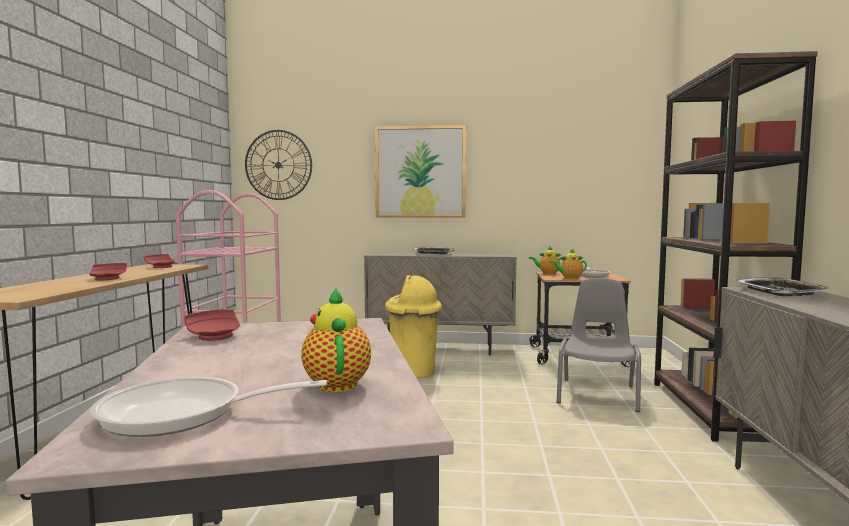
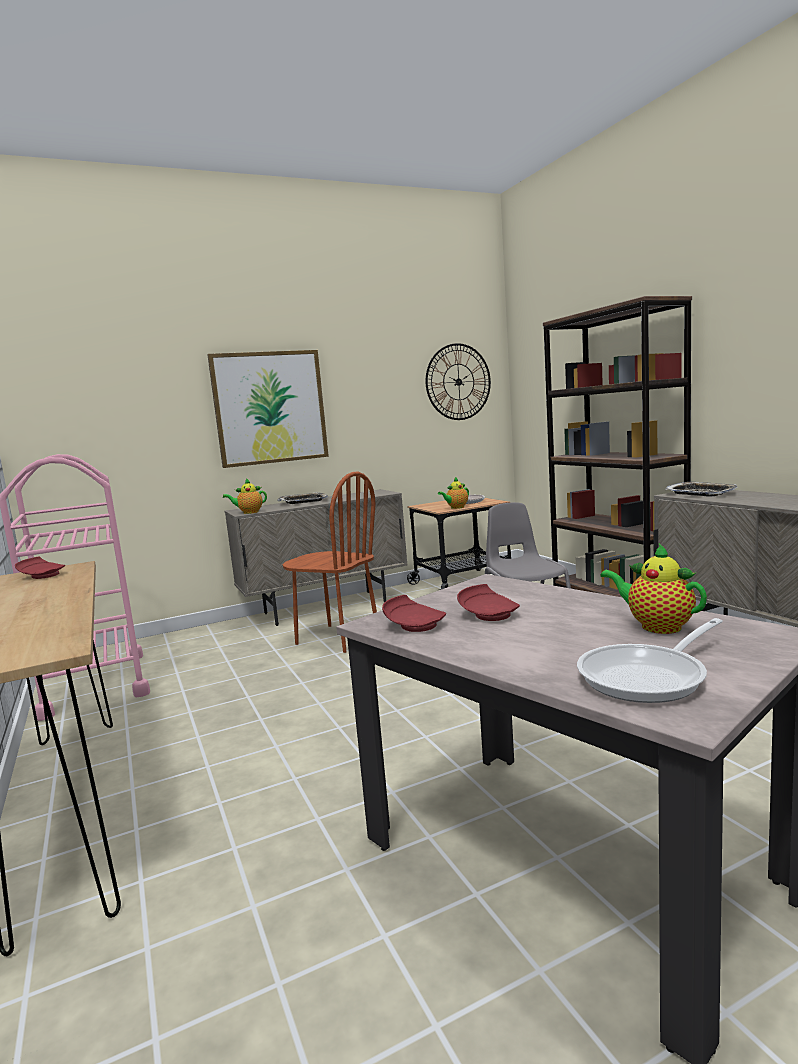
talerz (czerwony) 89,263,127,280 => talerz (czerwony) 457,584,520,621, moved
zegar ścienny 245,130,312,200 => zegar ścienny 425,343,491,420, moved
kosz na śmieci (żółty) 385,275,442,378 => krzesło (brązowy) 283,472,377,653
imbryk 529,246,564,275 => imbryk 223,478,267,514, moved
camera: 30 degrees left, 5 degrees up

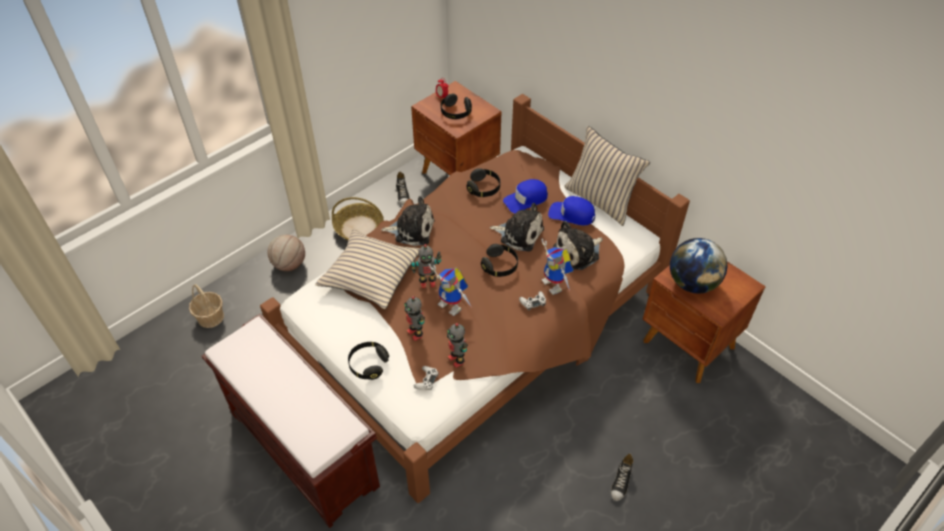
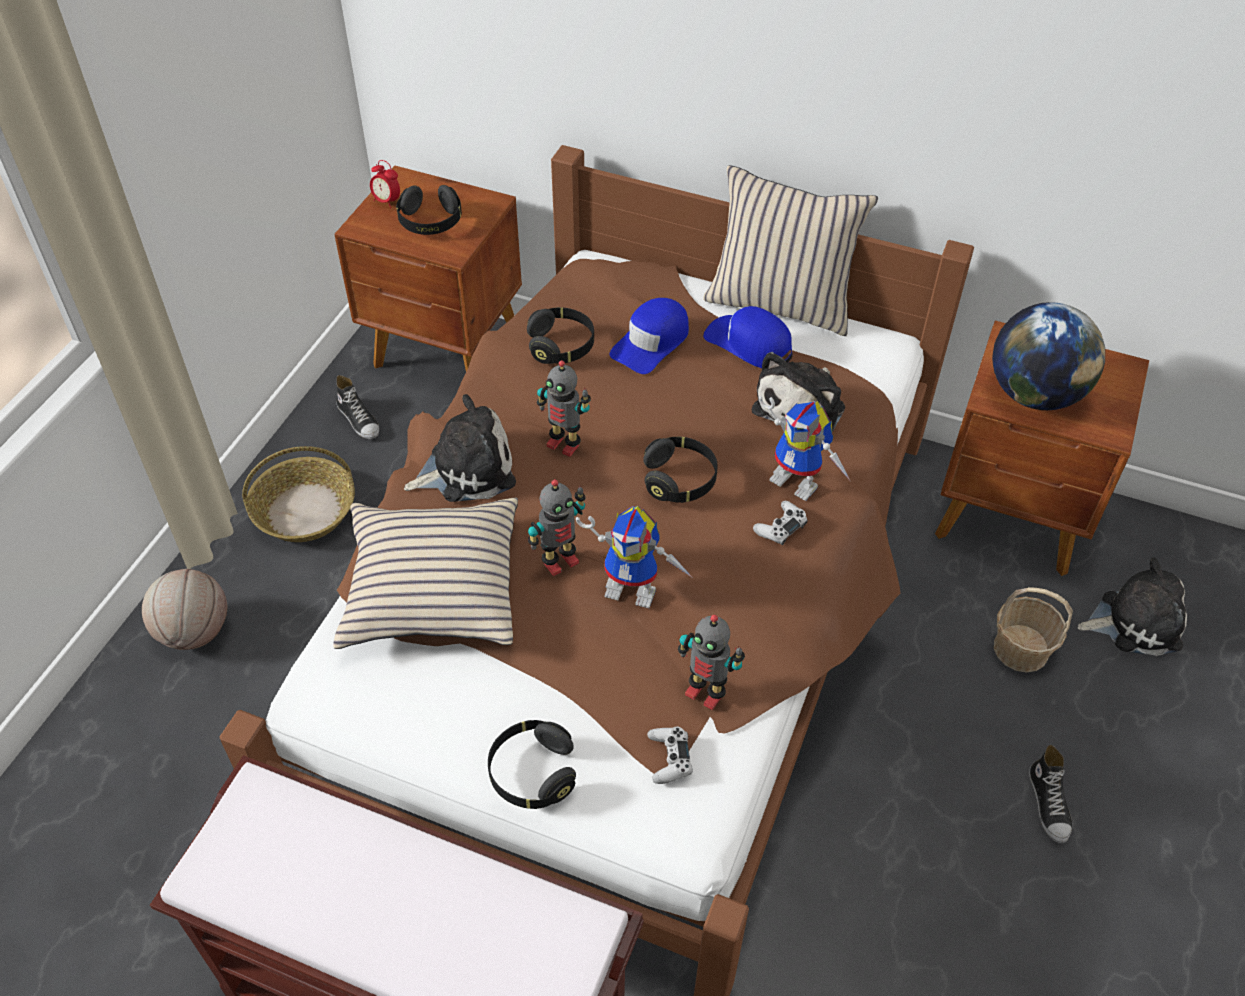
koszyk 189,284,224,328 => koszyk 994,587,1073,673, moved
robot zabawkowy 404,296,425,341 => robot zabawkowy 537,360,591,457, moved
pluszak 490,203,544,252 => pluszak 1077,558,1187,656, moved
czapka z daszkiem (niebieski) 548,196,595,226 => czapka z daszkiem (niebieski) 703,306,792,368, 45 degrees clockwise
camera: 25 degrees left, 0 degrees up

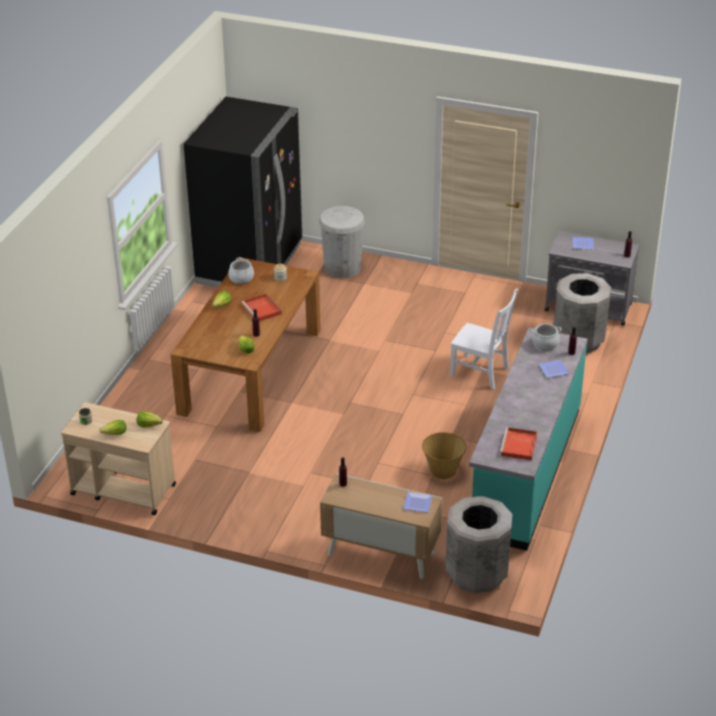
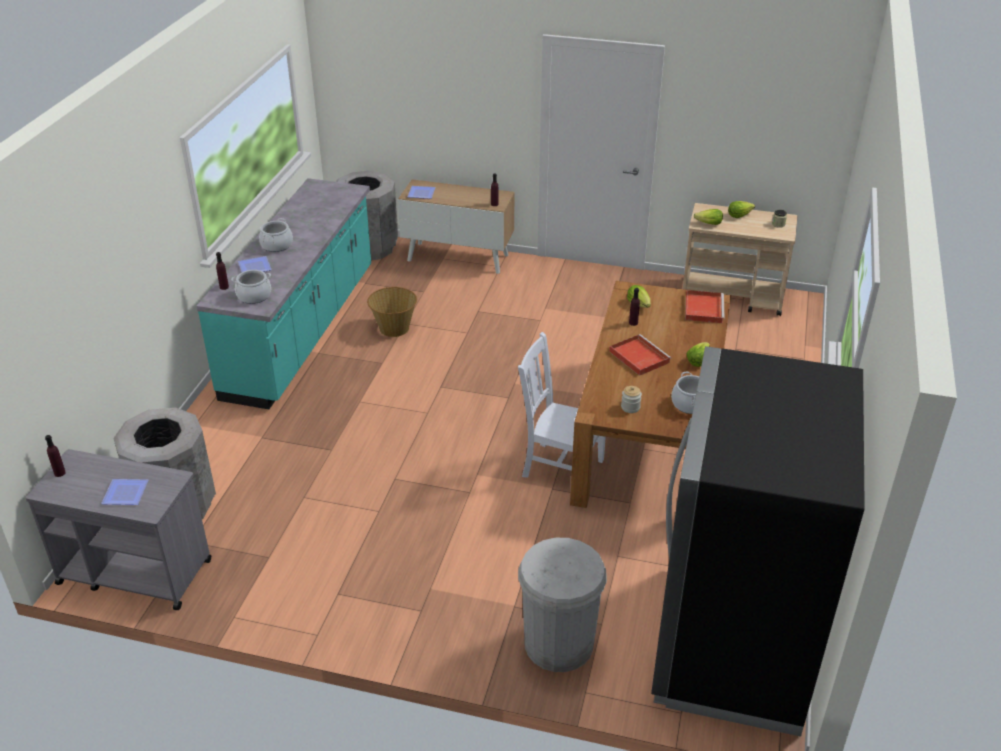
krzesło (biały) 450,289,518,389 => krzesło (biały) 518,332,606,478, moved
taca (czerwony) 500,427,537,461 => taca (czerwony) 685,290,725,323, moved
nothing => garnek 259,218,293,252
camera: 175 degrees right, 0 degrees up

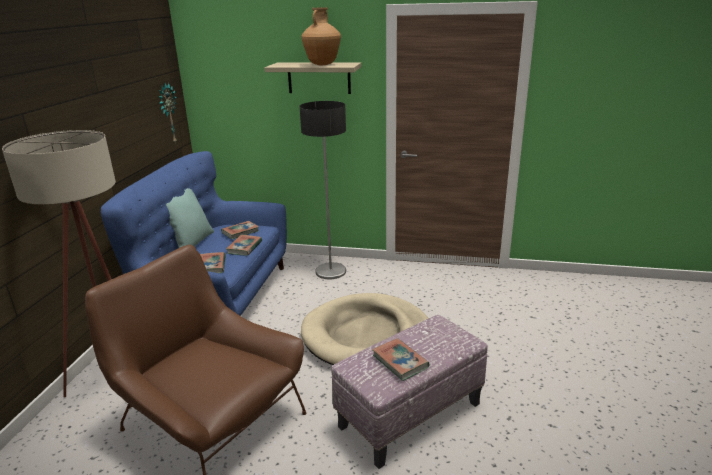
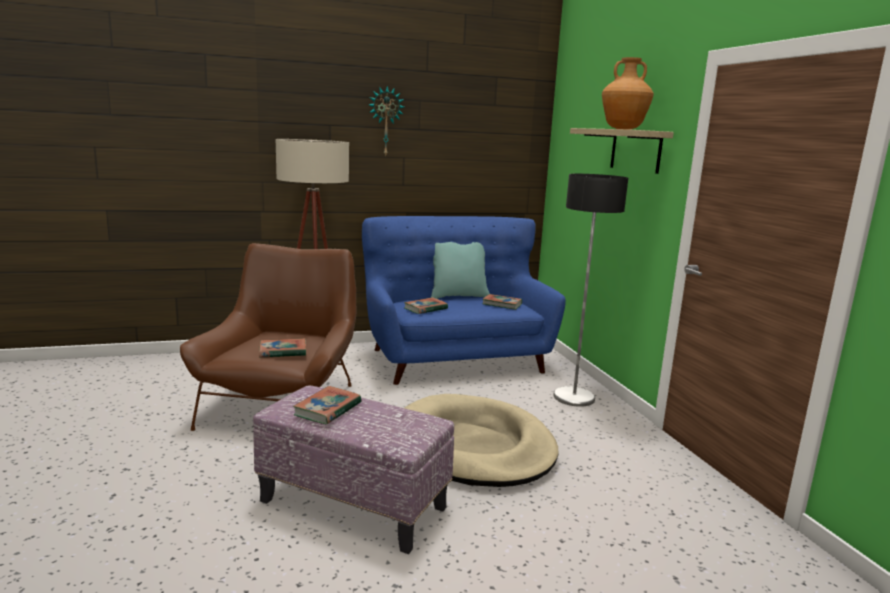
zegar ścienny 158,83,177,144 => zegar ścienny 369,86,404,157, moved
książka 226,235,262,256 => książka 259,338,306,357, moved
camera: 60 degrees right, 10 degrees down

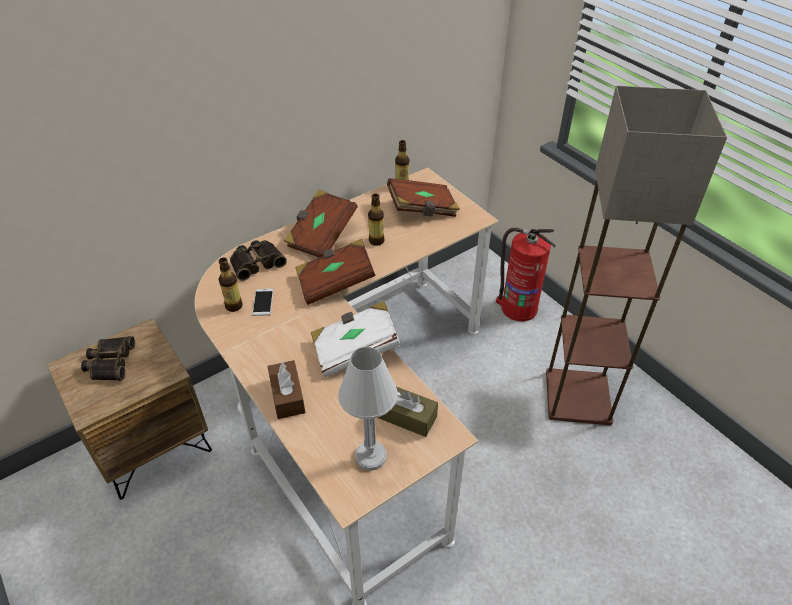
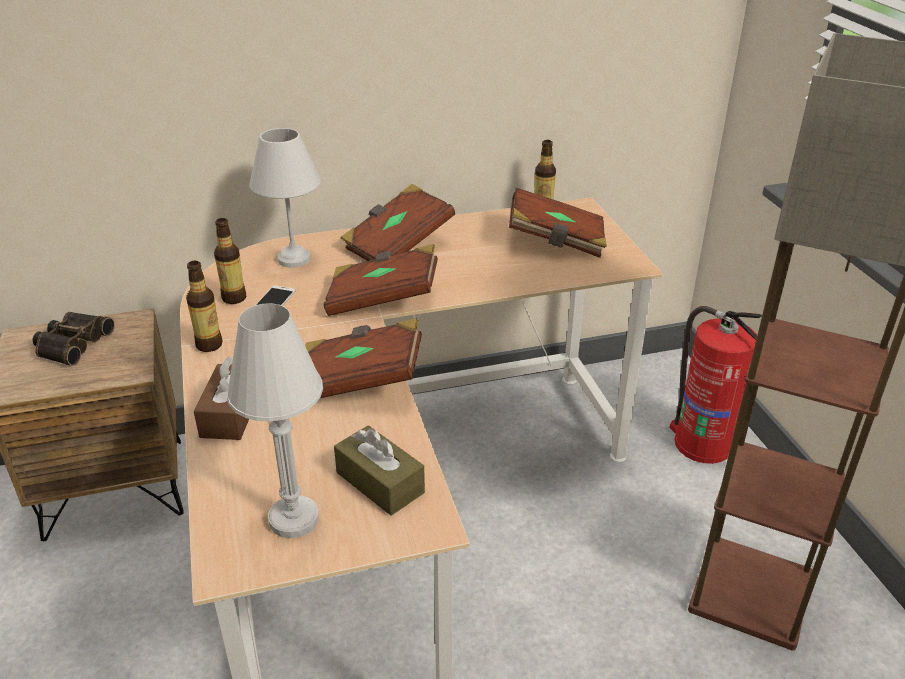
lornetka 230,240,287,281 => lampa stołowa (biały) 249,128,321,267
książka (biały) 311,301,400,377 => książka (brązowy) 305,318,422,398
butelka 368,194,384,246 => butelka 186,261,223,352, moved
camera: 20 degrees right, 10 degrees down

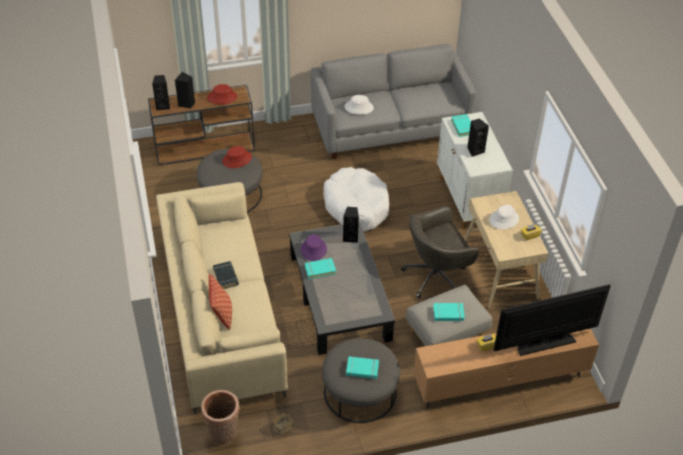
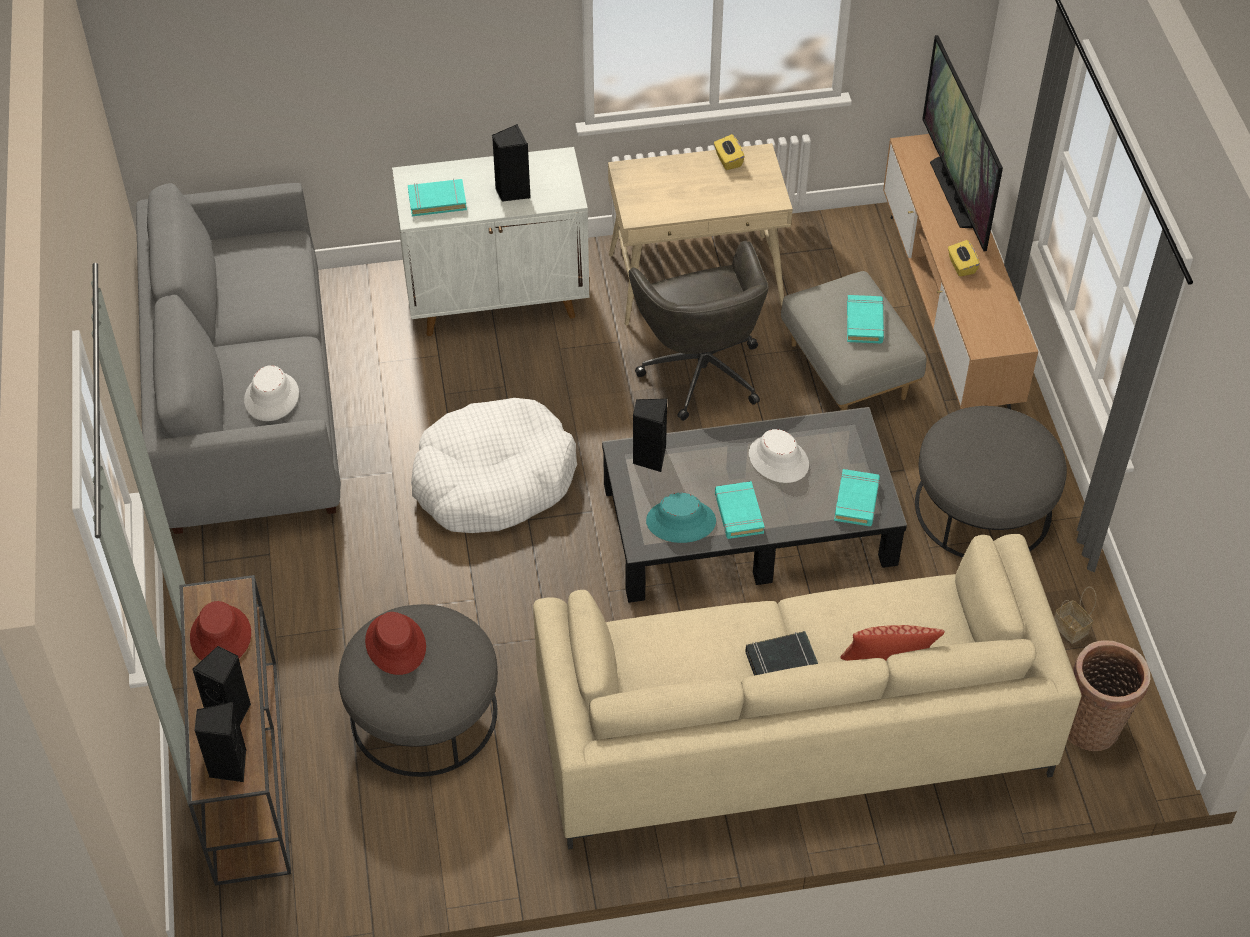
kapelusz (fioletowy) 301,234,327,261 => kapelusz (turkusowy) 646,493,716,543
książka (turkusowy) 346,356,379,379 => książka (turkusowy) 834,469,880,526, moved
kapelusz (biały) 489,205,519,229 => kapelusz (biały) 749,429,809,483, moved
camera: 85 degrees left, 5 degrees up

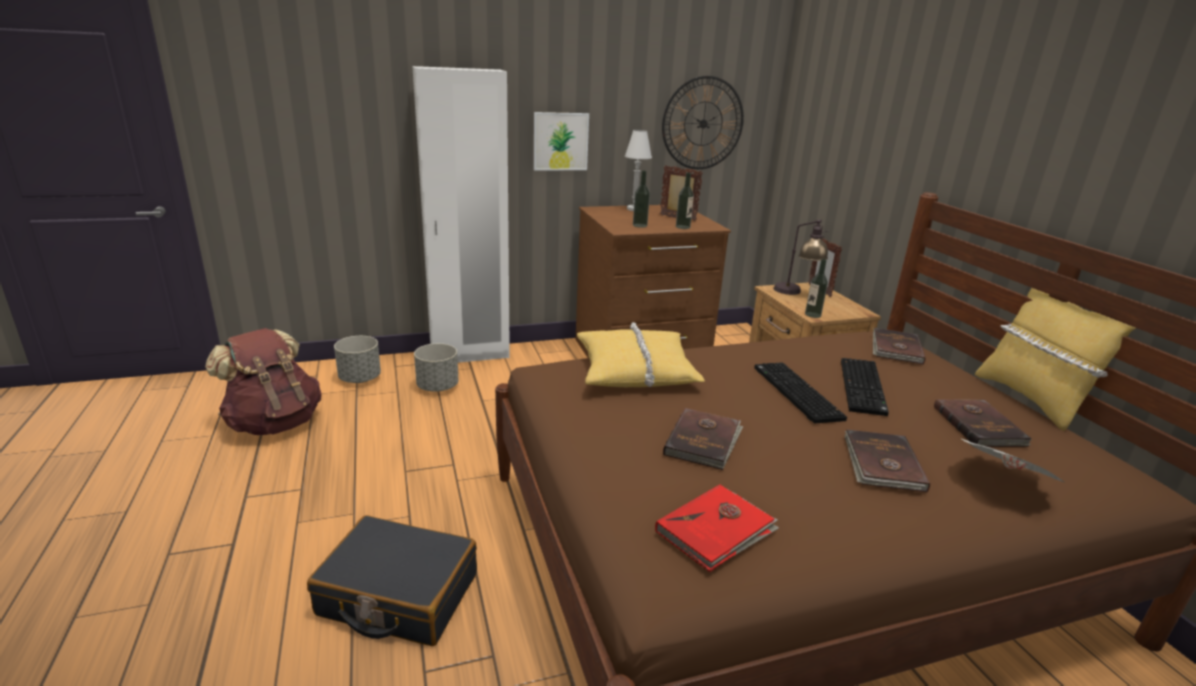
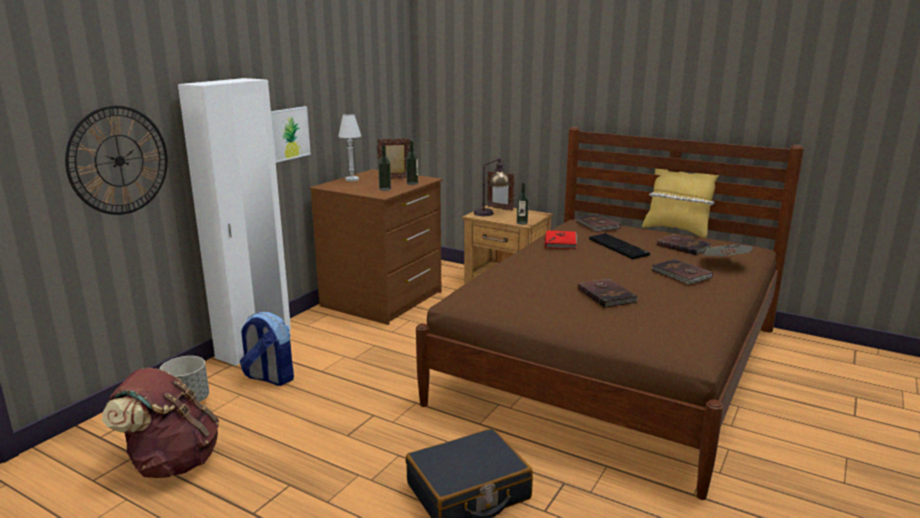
donica (szary) 414,343,458,392 => plecak 240,312,294,386
poduszka (żółty) 577,322,705,387 => nothing
książka (czerwony) 655,485,779,572 => książka (czerwony) 545,230,578,249, moved
zegar ścienny 662,76,744,169 => zegar ścienny 65,105,168,215, moved
klawiatura 754,362,847,423 => nothing
camera: 40 degrees left, 5 degrees down

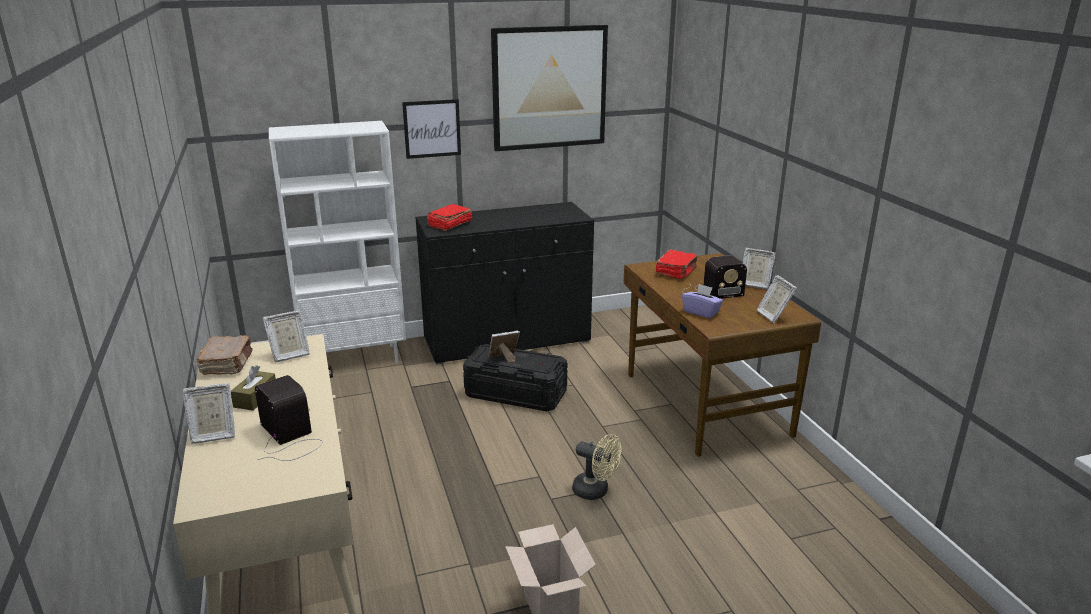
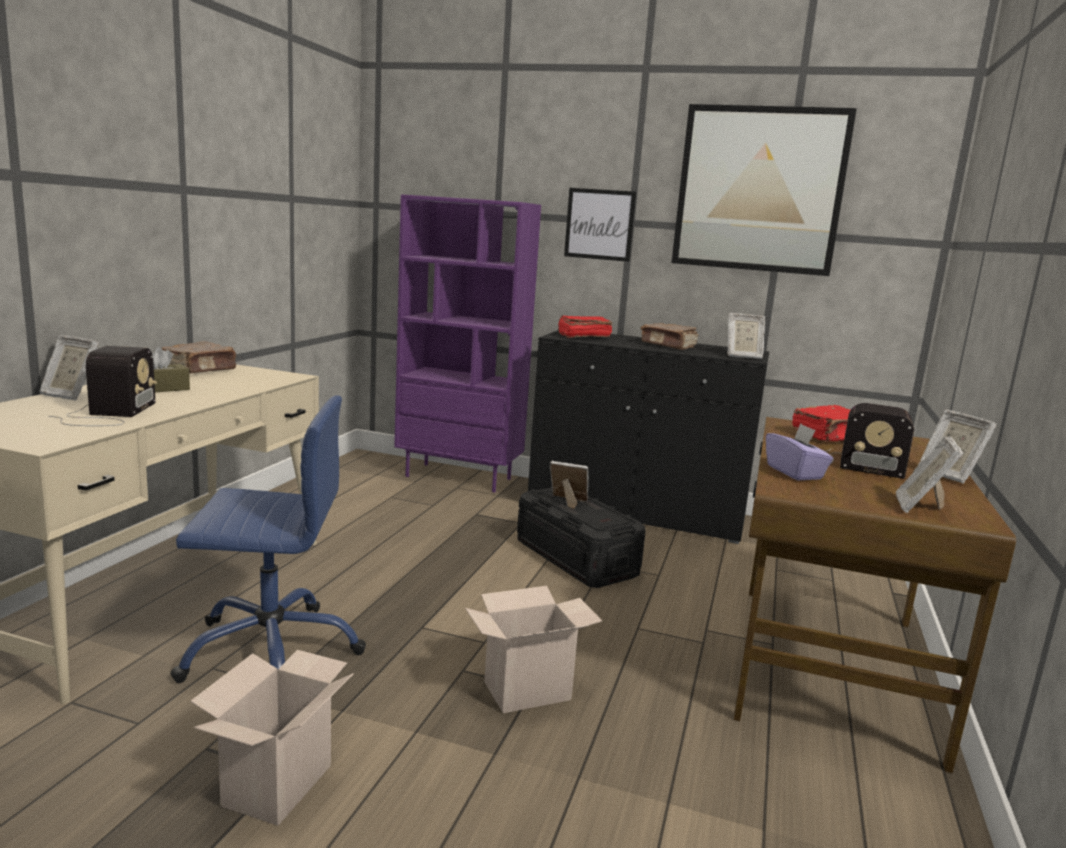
ramka na zdjęcie 263,311,310,362 => ramka na zdjęcie 727,313,765,359, moved
regał (biały) 269,121,406,363 => regał (fioletowy) 394,194,541,493
wentylator (beżowy) 572,434,621,500 => karton 465,586,602,713
nothing => krzesło biurowe (niebieski) 170,395,366,683
nothing => książka (brązowy) 641,323,698,350
camera: 35 degrees right, 10 degrees down

